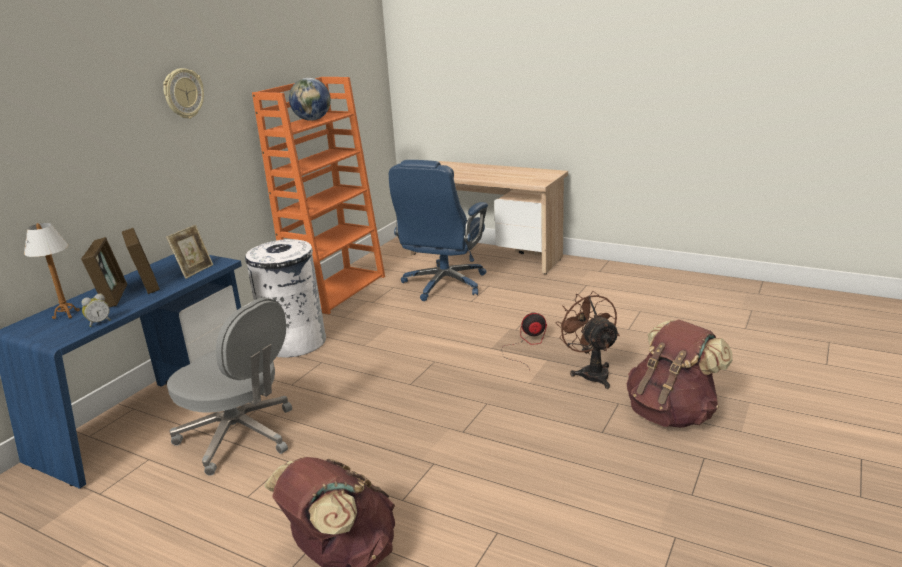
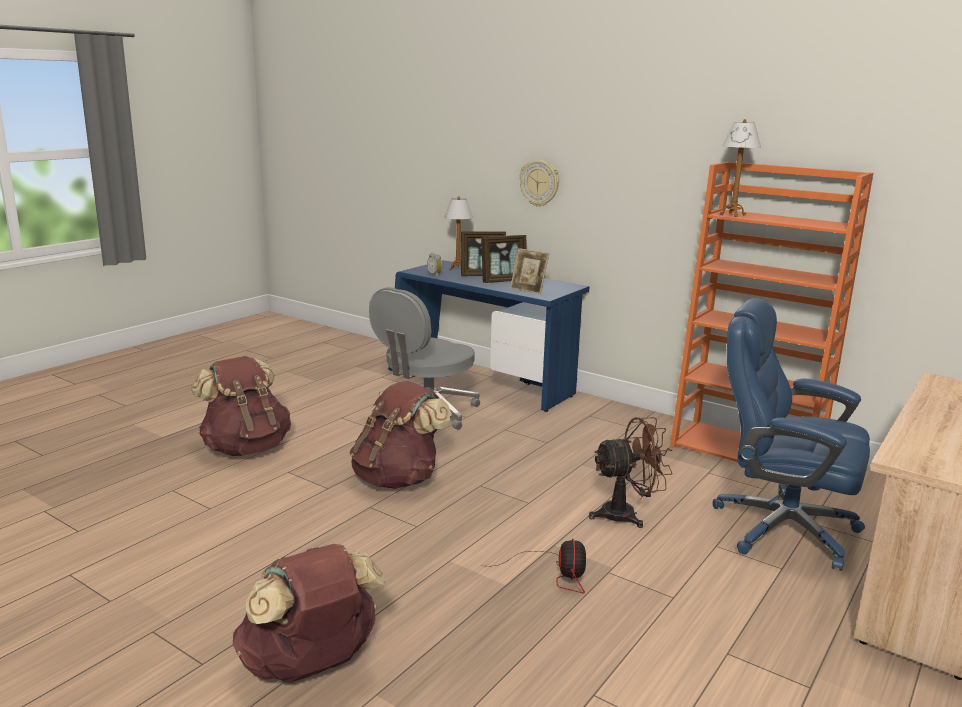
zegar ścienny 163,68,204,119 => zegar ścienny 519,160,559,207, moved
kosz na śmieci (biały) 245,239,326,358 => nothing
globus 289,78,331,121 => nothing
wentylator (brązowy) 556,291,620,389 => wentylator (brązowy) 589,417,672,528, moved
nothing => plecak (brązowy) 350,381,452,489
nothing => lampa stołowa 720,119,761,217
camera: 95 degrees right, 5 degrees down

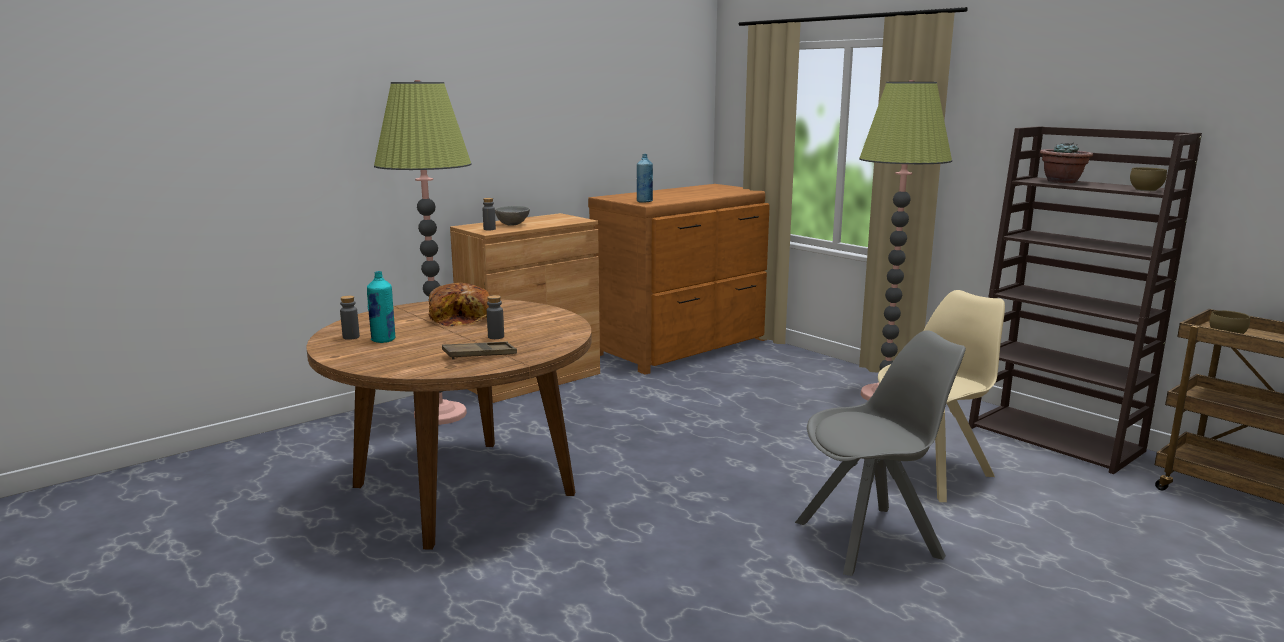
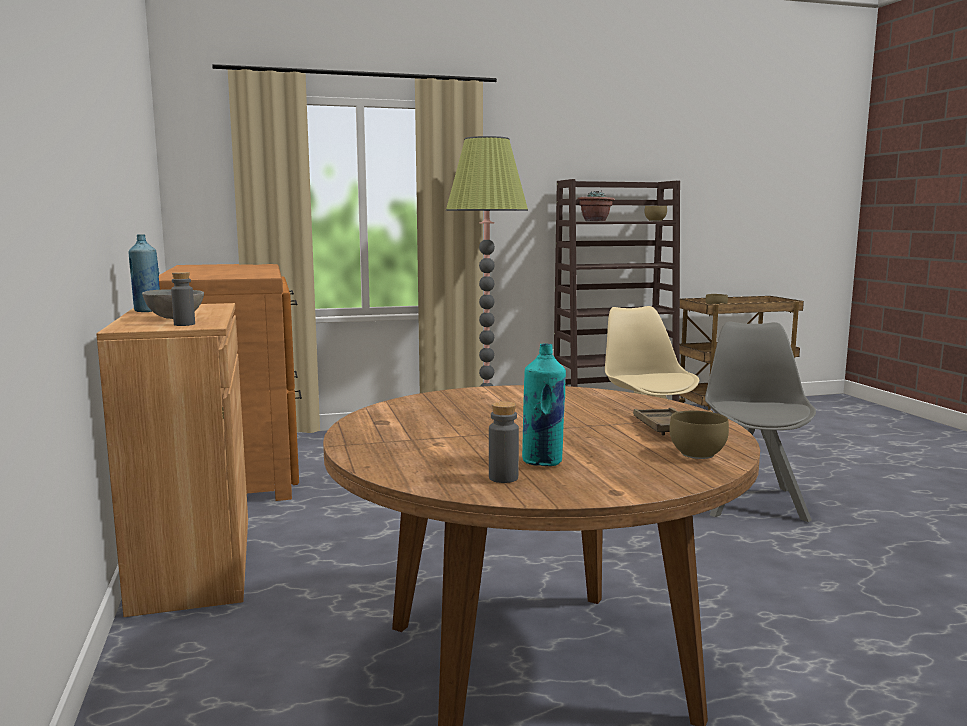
lampa stojąca 374,80,472,425 => nothing
chleb 429,283,490,327 => nothing
butelka (szary) 487,295,504,339 => nothing
butelka (niebieski) 637,154,653,203 => butelka (niebieski) 128,234,160,312, moved
nothing => miska (brązowy) 669,411,729,459
camera: 65 degrees left, 5 degrees down

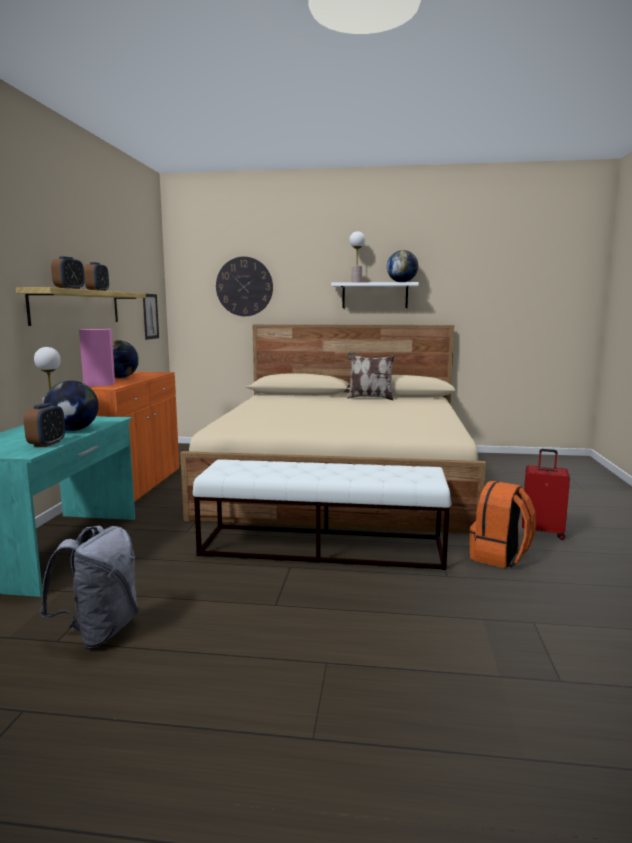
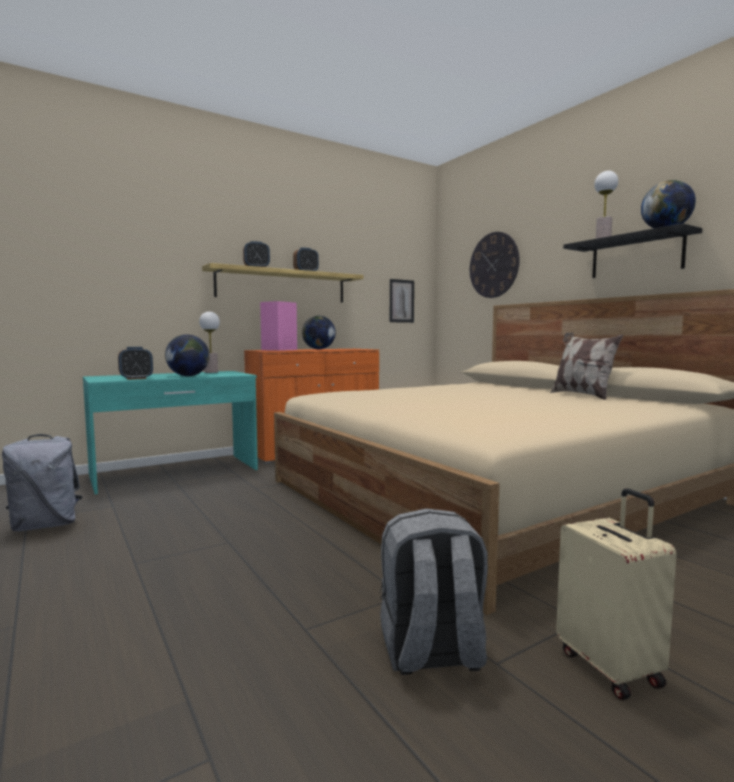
ławka (biały) 193,459,451,570 => nothing
półka (biały) 331,282,419,308 => półka (czarny) 563,223,702,278
plecak (pomarańczowy) 469,481,536,568 => plecak (szary) 380,508,488,675
walizka (czerwony) 522,449,570,540 => walizka (beżowy) 556,488,677,700
camera: 50 degrees right, 5 degrees down

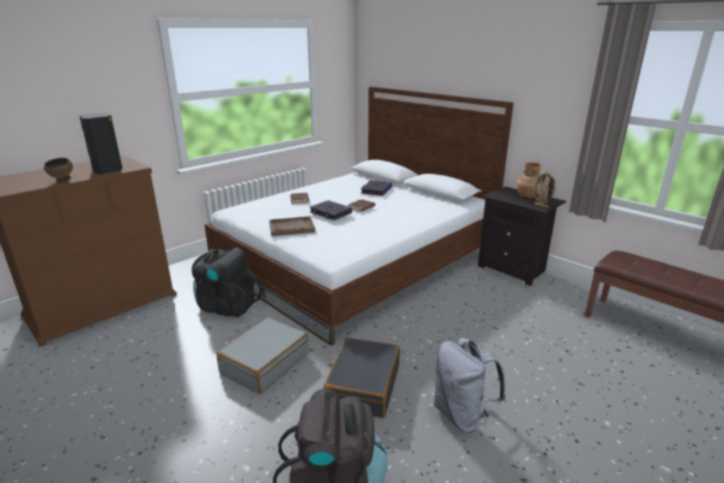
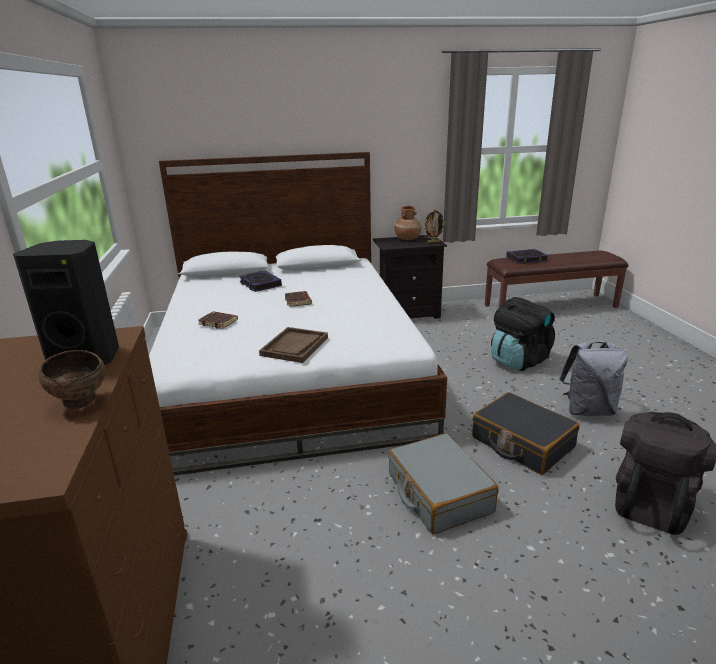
plecak (czarny) 192,248,262,318 => plecak (czarny) 491,297,555,371, moved
książka 310,200,352,220 => książka 506,249,548,264, moved
camera: 55 degrees left, 0 degrees up

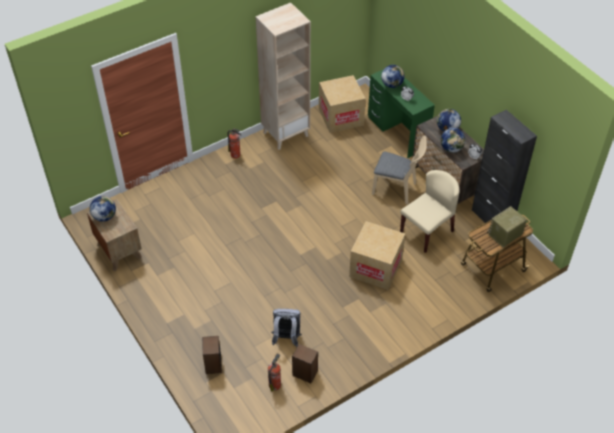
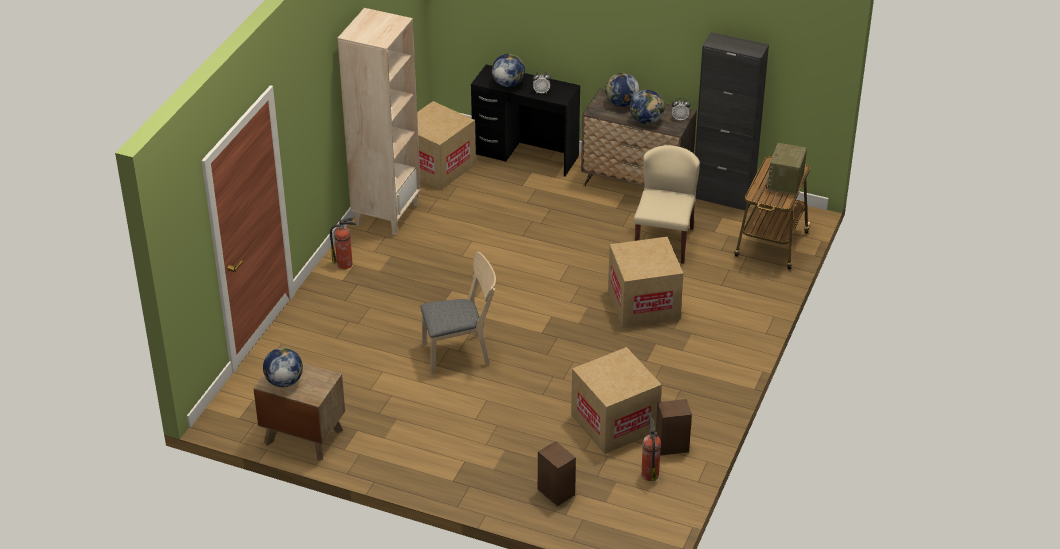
plecak (szary) 271,309,302,347 => karton 571,347,662,454
biurko (zielony) 368,69,435,158 => biurko (czarny) 471,65,580,177
krzesło (beżowy) 372,135,427,205 => krzesło (beżowy) 420,252,496,375, moved
camera: 35 degrees left, 10 degrees down

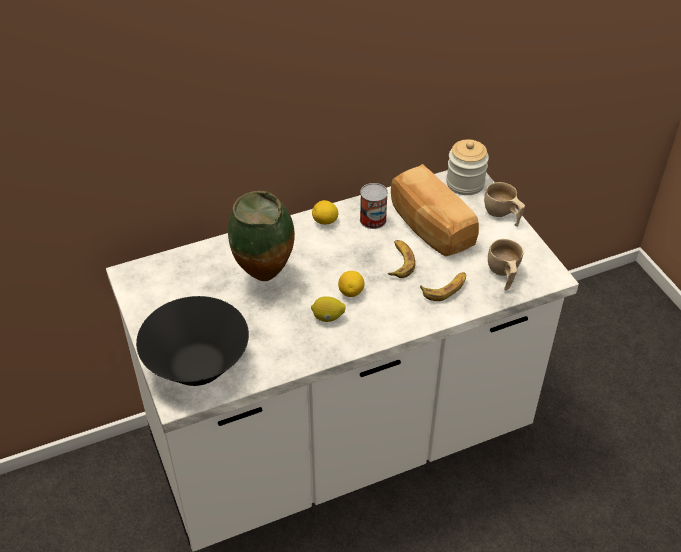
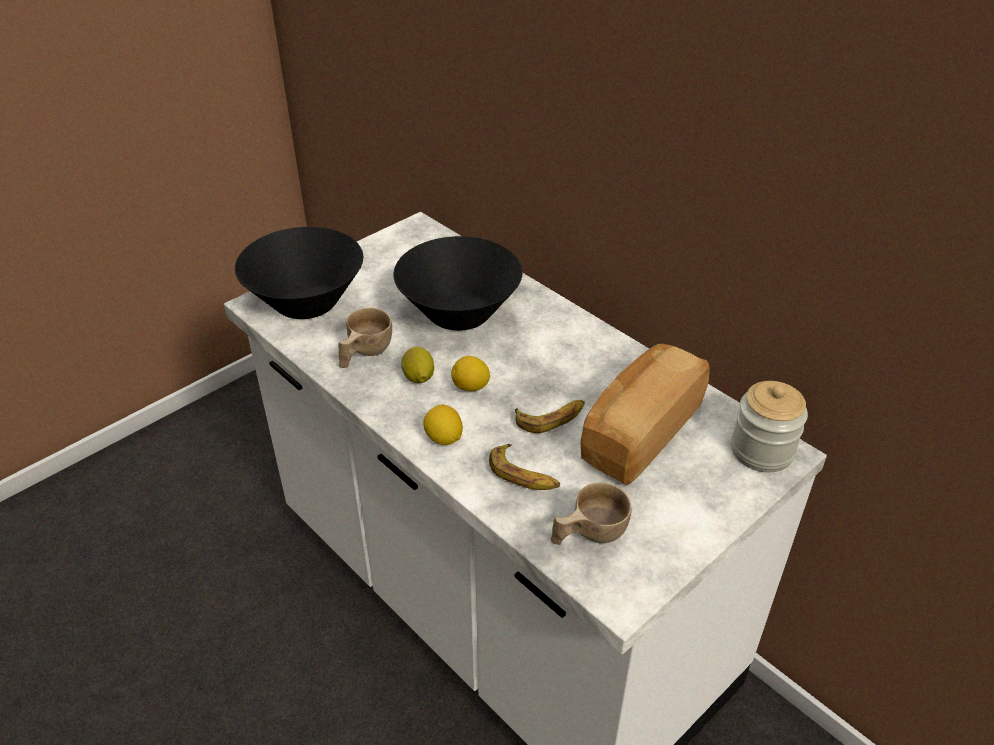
wazon 228,191,295,281 => miska (czarny) 393,236,523,331
cytryna 312,200,338,225 => cytryna 423,405,463,445, moved
puszka 360,183,388,229 => nothing
filiżanka (beżowy) 484,182,525,227 => filiżanka (beżowy) 338,308,392,368, moved
camera: 70 degrees right, 5 degrees down

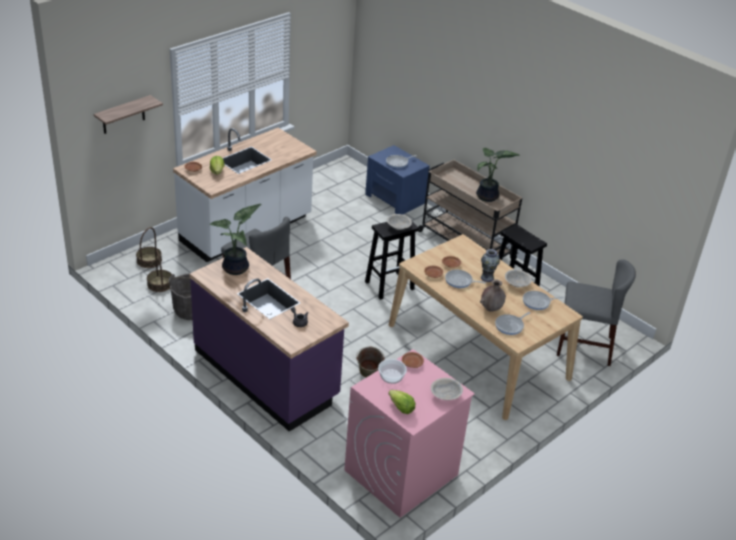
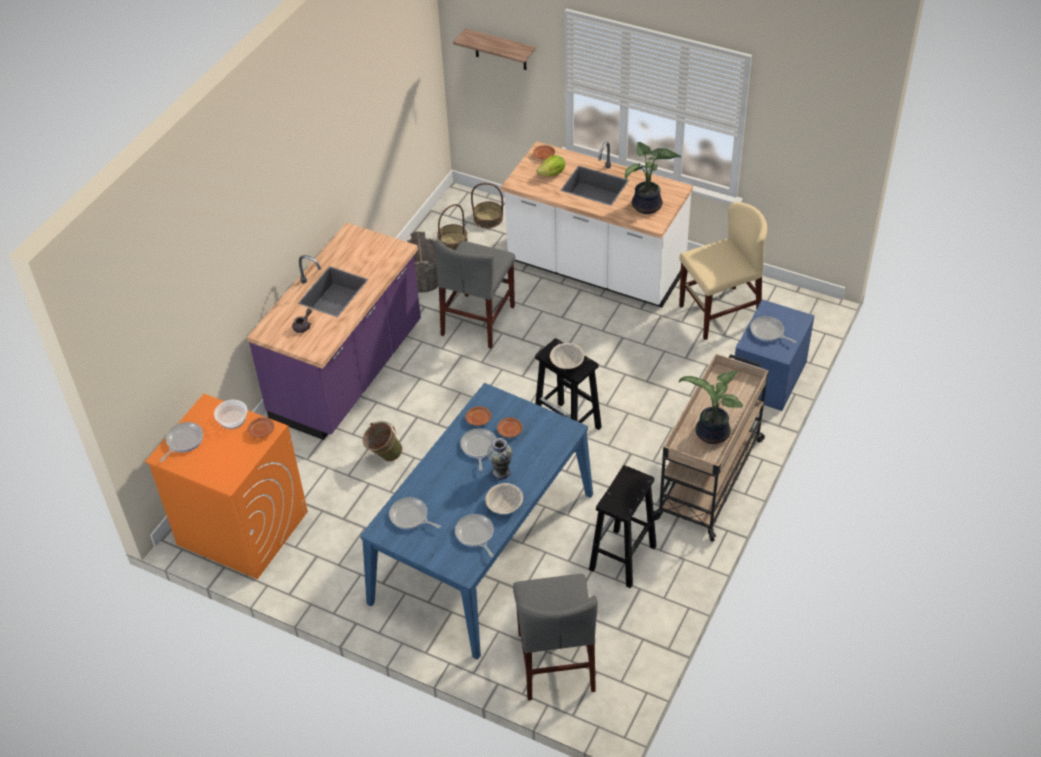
roślina doniczkowa 209,204,262,275 => roślina doniczkowa 625,142,682,214, moved
pralka (różowy) 345,349,475,518 => pralka (pomarańczowy) 145,394,308,579
sałata 388,390,415,414 => patelnia 160,422,203,462
stół jadalny (beżowy) 389,234,583,420 => stół jadalny (niebieski) 360,383,593,660
miska (beżowy) 431,378,463,400 => nothing
wazon (brązowy) 480,279,506,312 => nothing
nothing => krzesło (beżowy) 679,202,767,340
camera: 75 degrees right, 10 degrees up

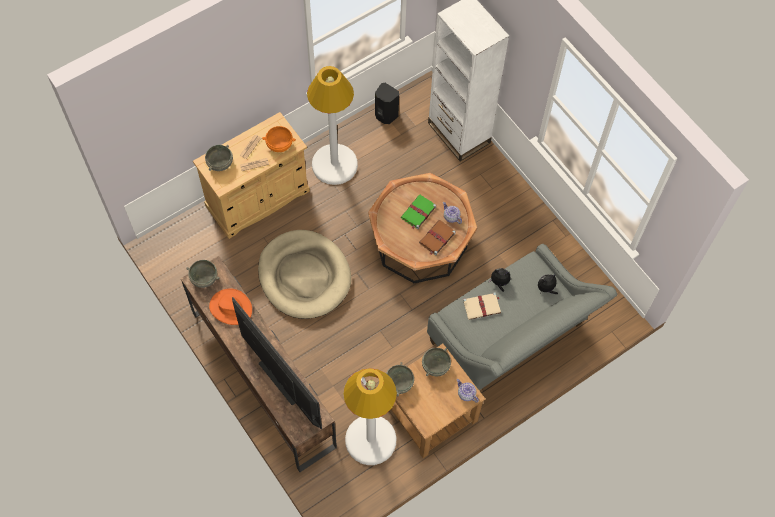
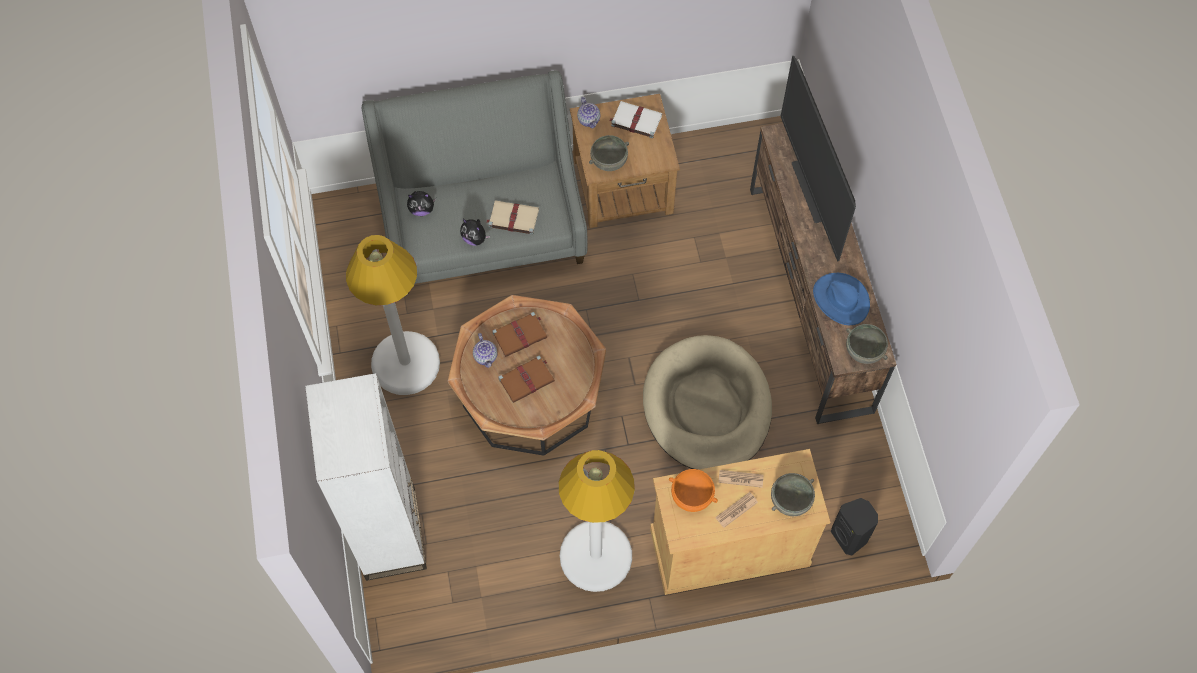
kapelusz (pomarańczowy) 209,288,252,325 => kapelusz (niebieski) 813,273,870,325
lampa stojąca (biały) 343,368,397,465 => lampa stojąca (biały) 346,235,440,395, moved
głośnik (czarny) 375,83,399,124 => głośnik (czarny) 831,498,878,555, moved
miska (szary) 386,362,414,396 => nothing
książka (zielony) 401,195,436,229 => książka (brązowy) 498,356,555,403
nothing => książka (biały) 609,101,662,138
camera: 155 degrees left, 0 degrees up

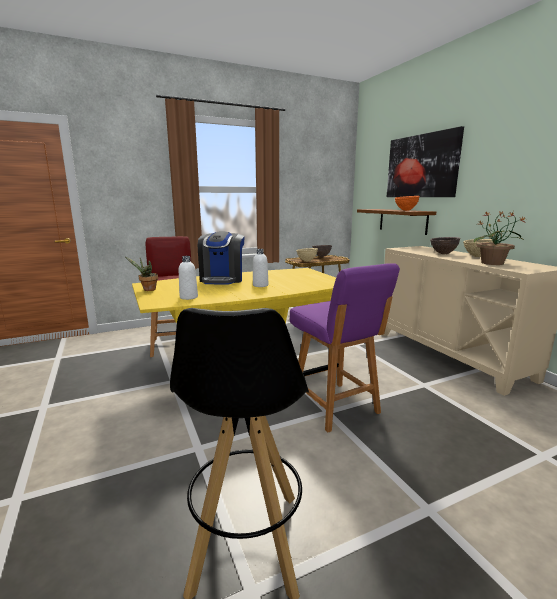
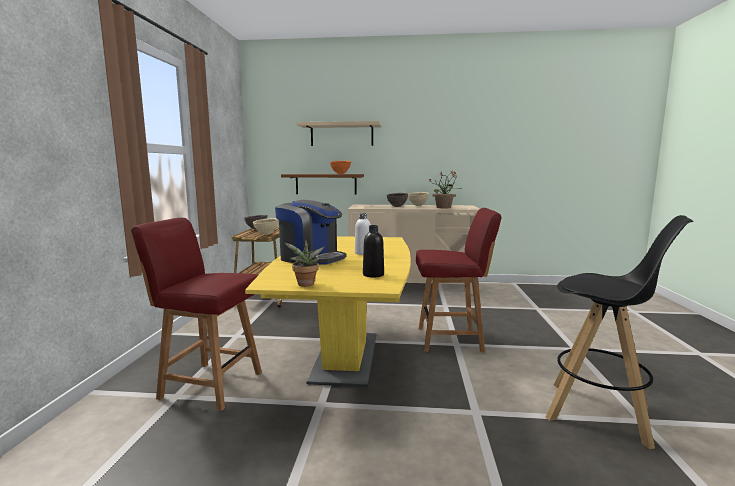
butelka (biały) 179,256,198,300 => butelka (czarny) 363,225,384,278
krzesło (fioletowy) 290,263,400,432 => krzesło (czerwony) 416,208,502,352
obraz 387,126,464,197 => półka (beżowy) 296,121,381,146
camera: 60 degrees left, 5 degrees down

